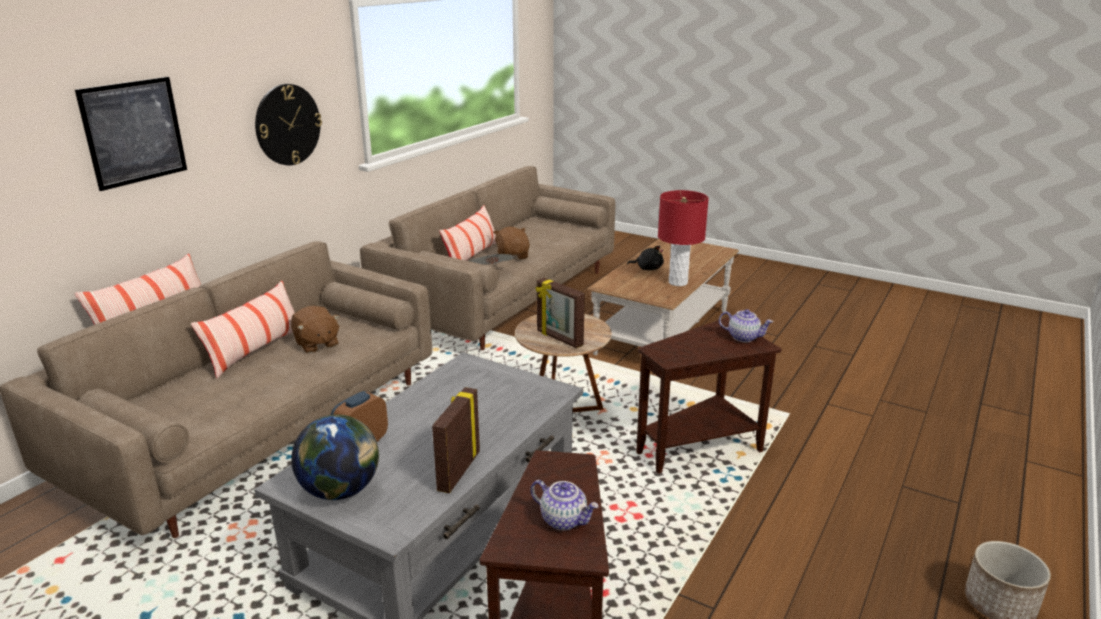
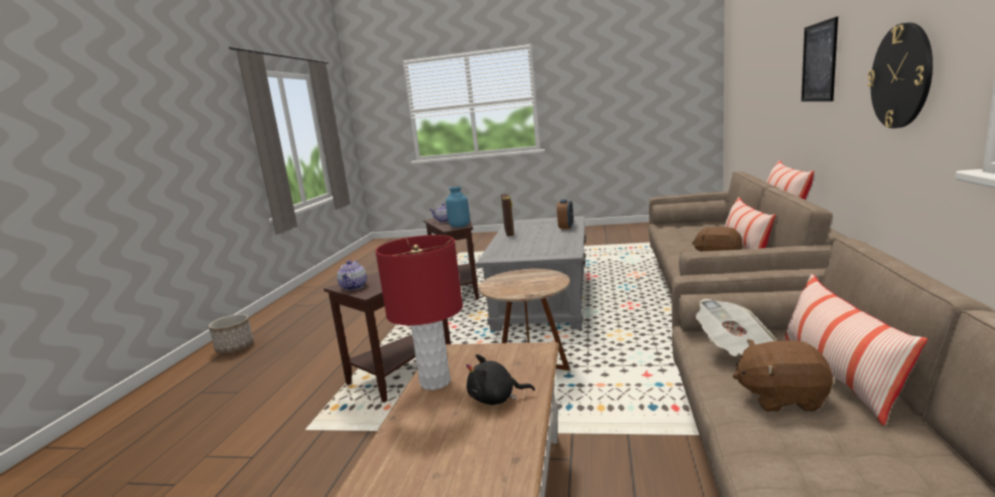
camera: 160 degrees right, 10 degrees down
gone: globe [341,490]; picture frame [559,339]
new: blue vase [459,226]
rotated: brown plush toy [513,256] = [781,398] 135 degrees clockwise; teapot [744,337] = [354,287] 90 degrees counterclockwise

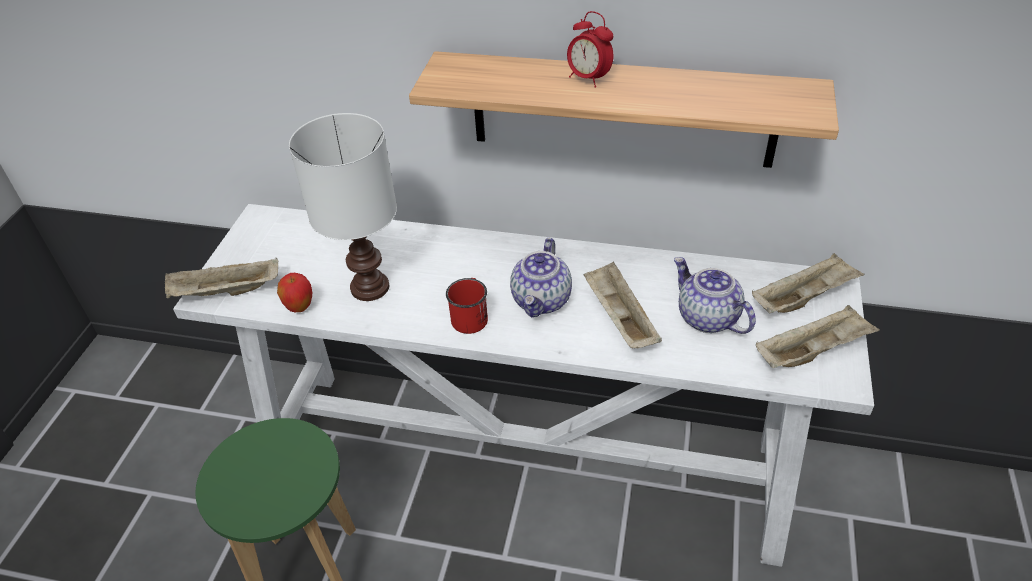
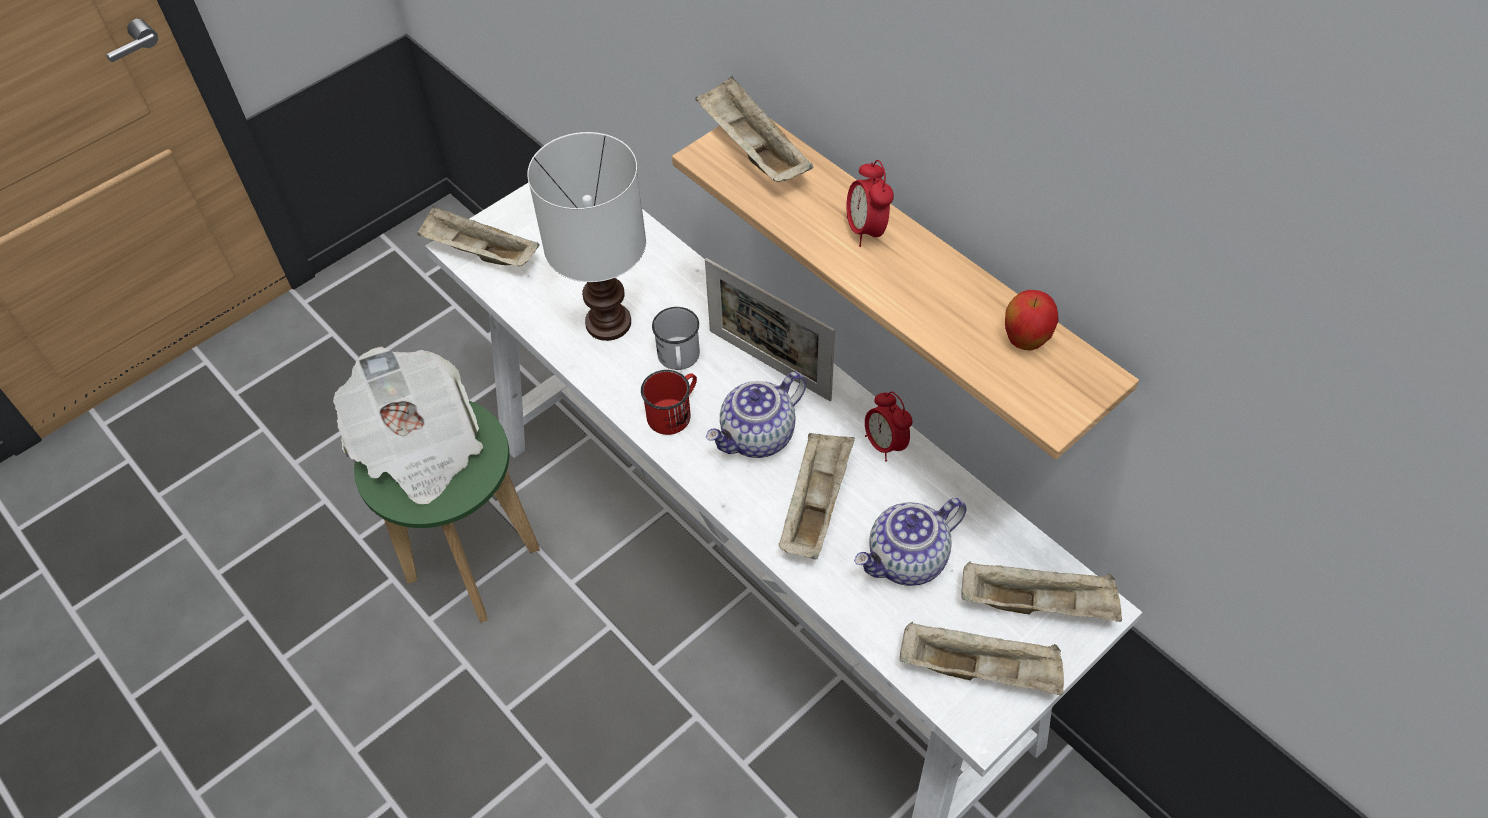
camera: 35 degrees right, 10 degrees up
new: newspaper [417,446]; white mug [679,360]; beige tray [751,150]; picture frame [769,365]; alarm clock [885,444]
shifted: apple [300,308] to [1025,342]
rotated: teapot [706,318] = [907,560] 120 degrees counterclockwise

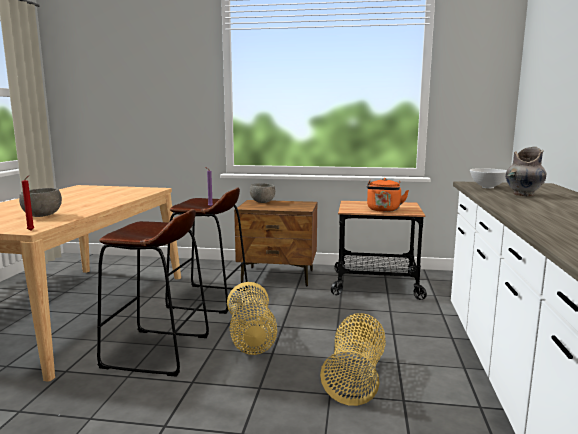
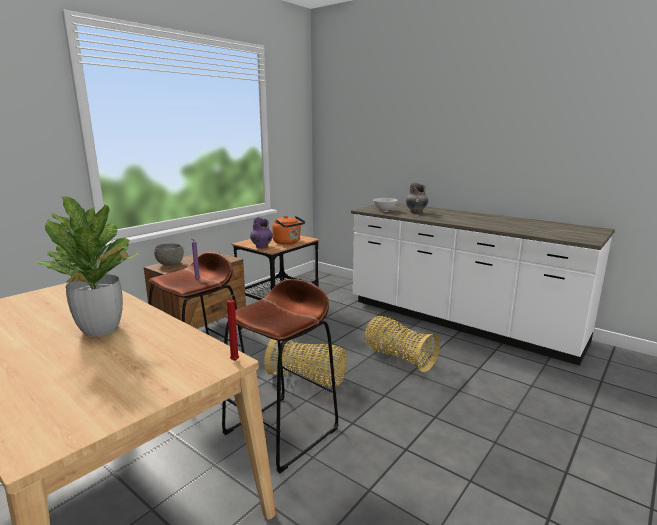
camera: 60 degrees left, 5 degrees up
gone: grey bowl [42,216]
new: potted plant [101,329]; purple vase [262,247]

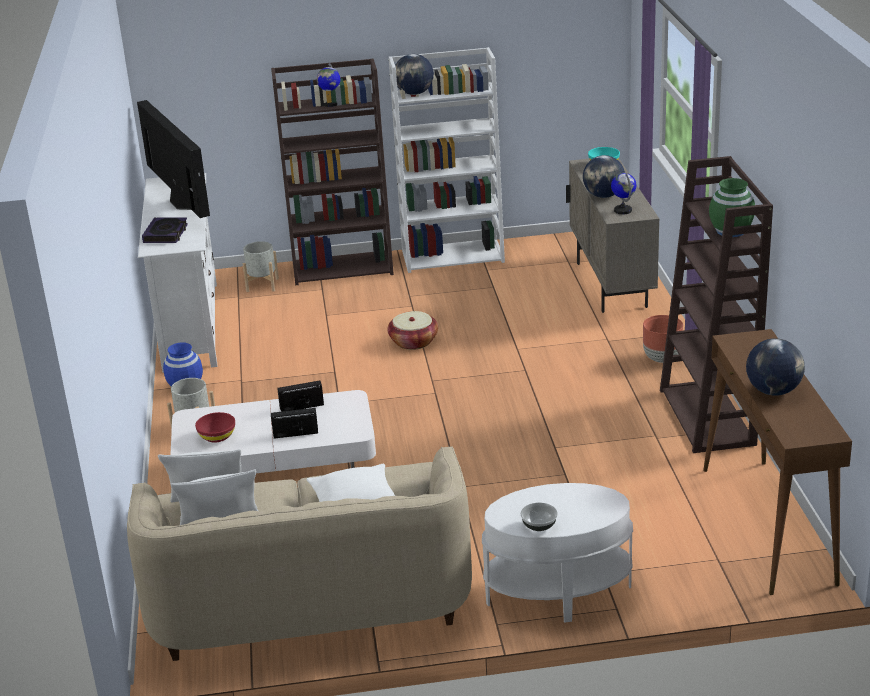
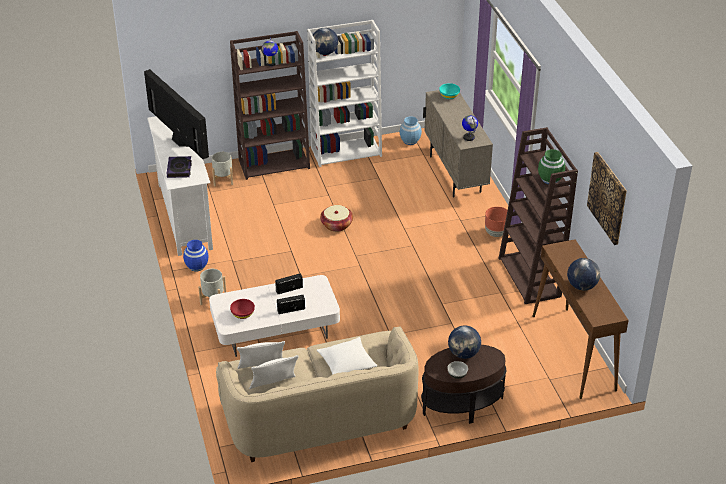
camera: 10 degrees left, 10 degrees up
new: blue vase [410,141]; picture [607,198]
shifted: globe [604,196] to [464,354]
repainted: white side table [558,593] to brown side table [462,404]

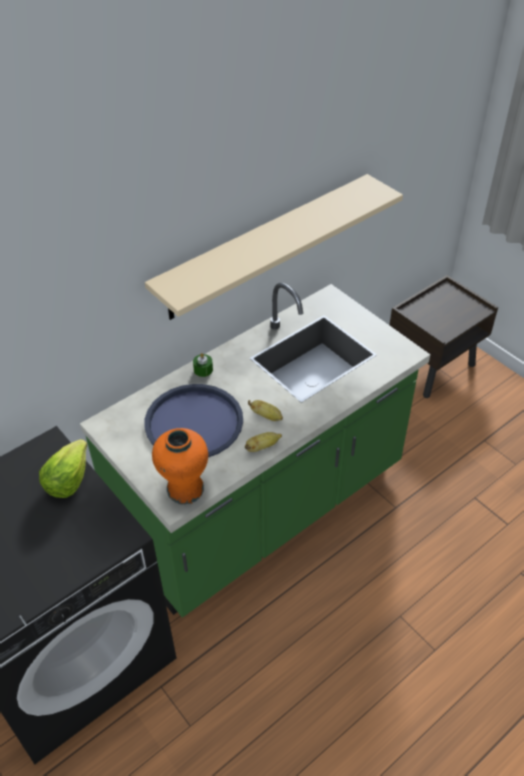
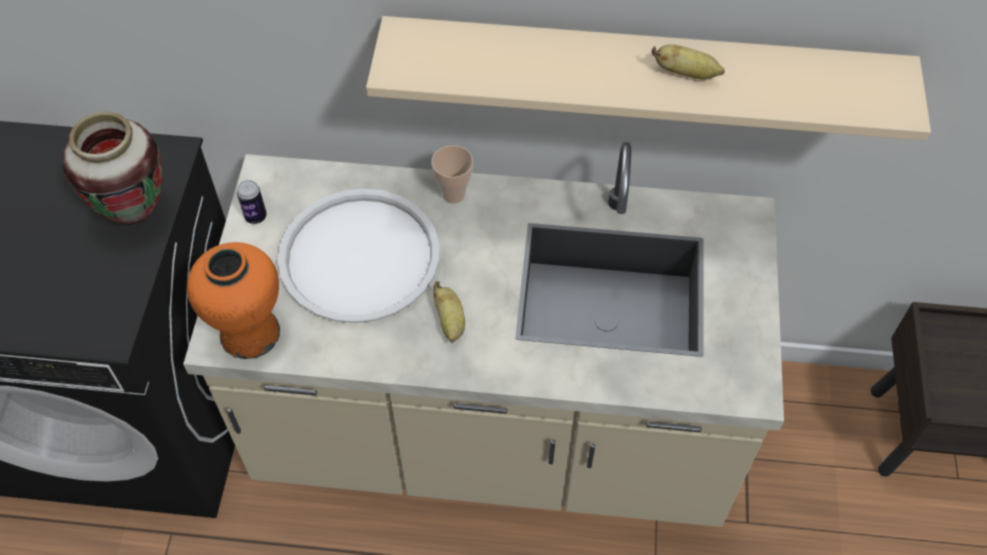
camera: 45 degrees right, 10 degrees up
new: can [256,217]
shifted: banana [262,447] to [686,73]
swapped: lettuce [67,479] to vase [136,213]; green candle [203,369] to cup [454,194]
repainted: green counter [263,508] to beige counter [493,432]; blue tray [194,422] to white tray [360,257]

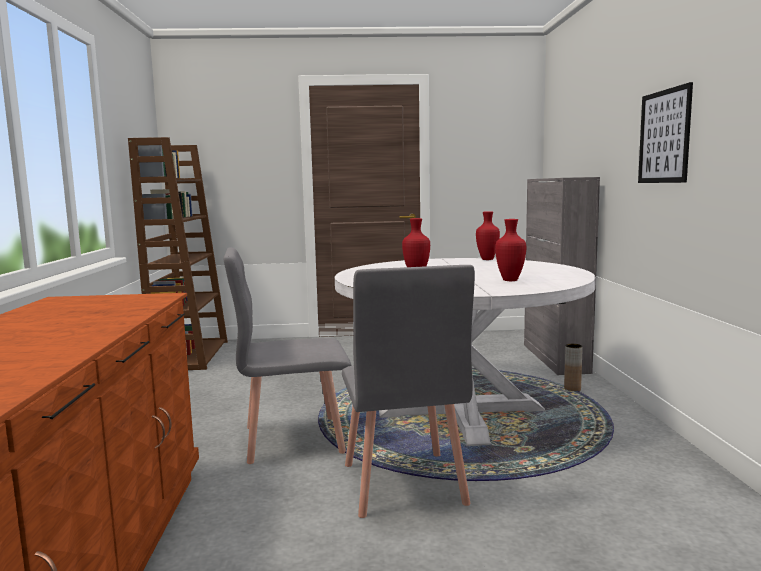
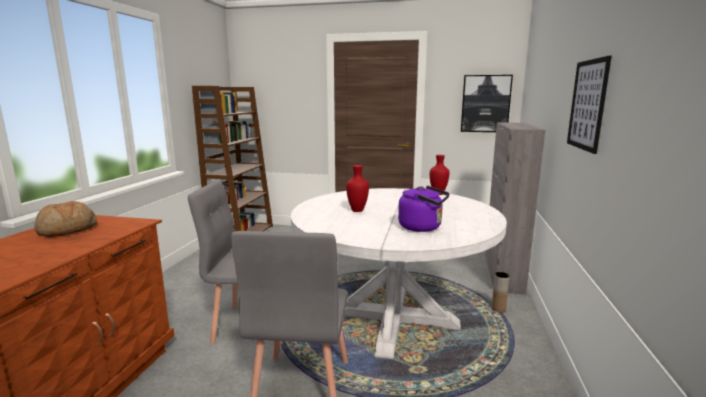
camera: 15 degrees right, 5 degrees up
new: bread [67,230]; picture [485,103]
swapped: red vase [511,280] to purple kettle [423,227]

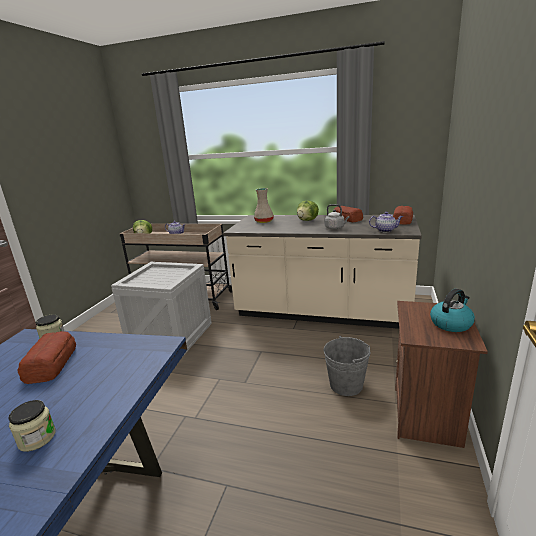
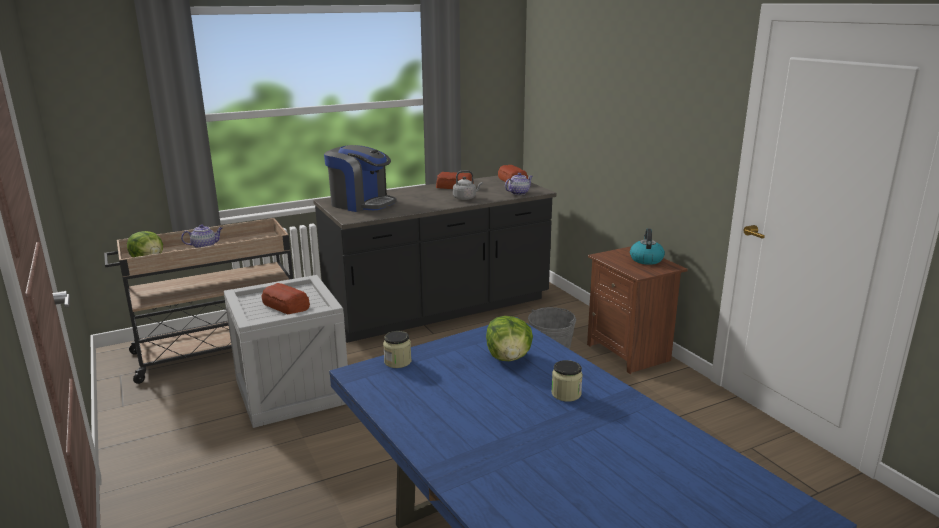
camera: 45 degrees left, 0 degrees up
shifted: bread [50,364] to [286,306]; lettuce [307,220] to [509,358]
swapped: beige vase [264,221] to coffee machine [361,203]
repainted: beige counter [322,312] to black counter [439,309]

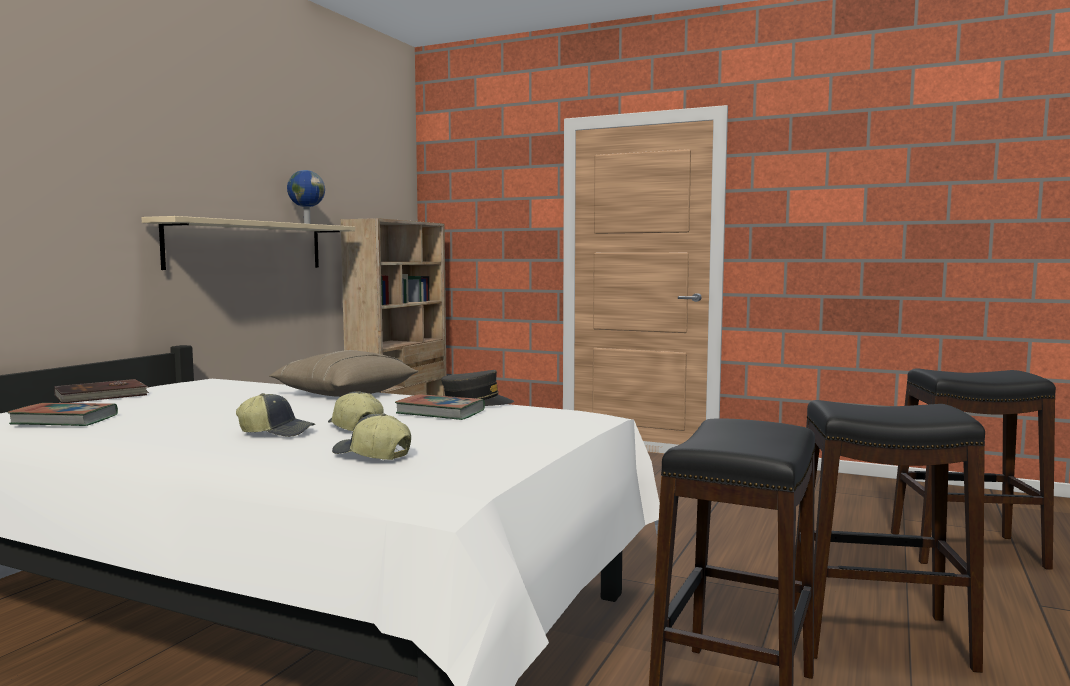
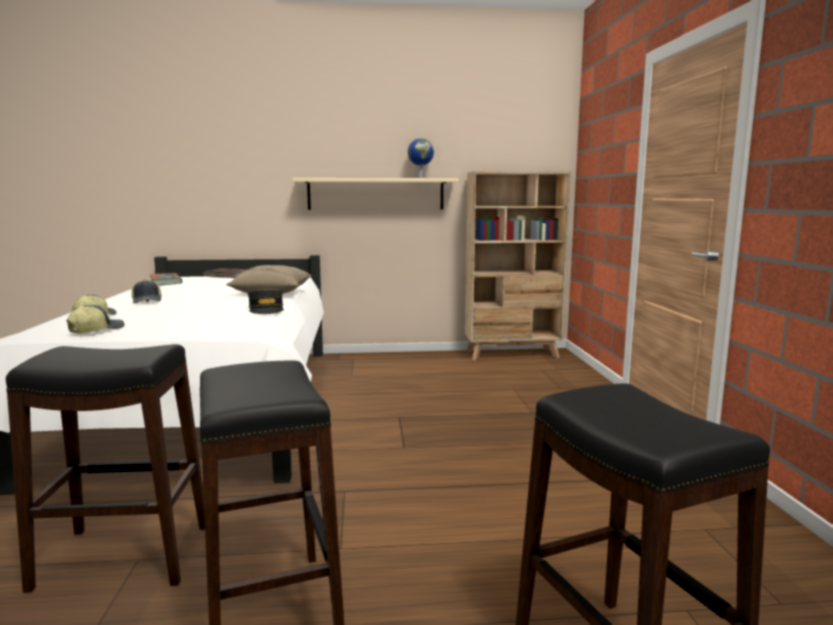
camera: 60 degrees right, 5 degrees up
gone: book [440,412]
shifted: cap [354,427] to [96,330]

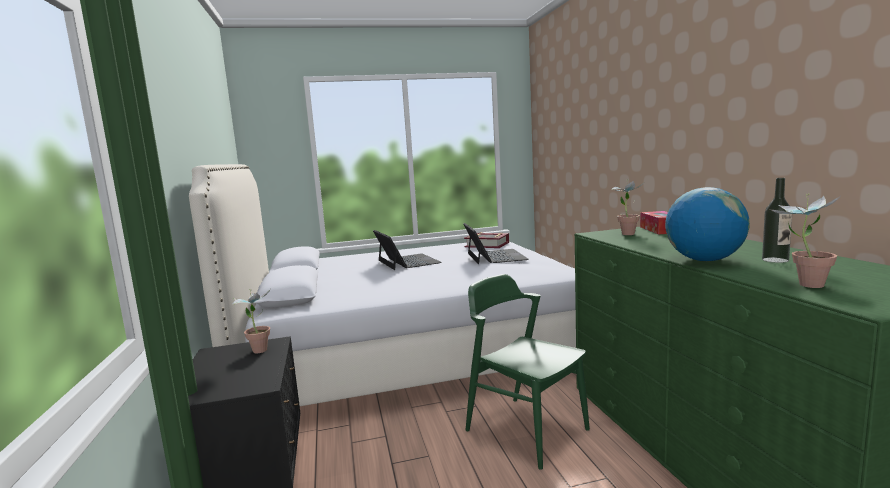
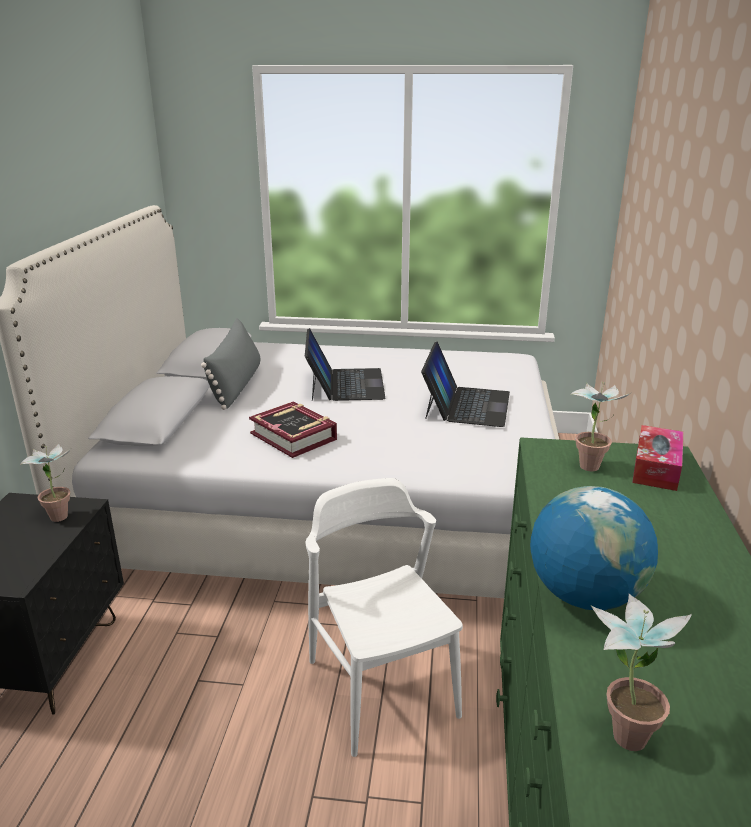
camera: 20 degrees right, 15 degrees up
gone: bottle [775,260]
new: grey pillow [236,385]
shifted: book [487,245] to [294,436]
repainted: green chair [526,429] to white chair [381,687]

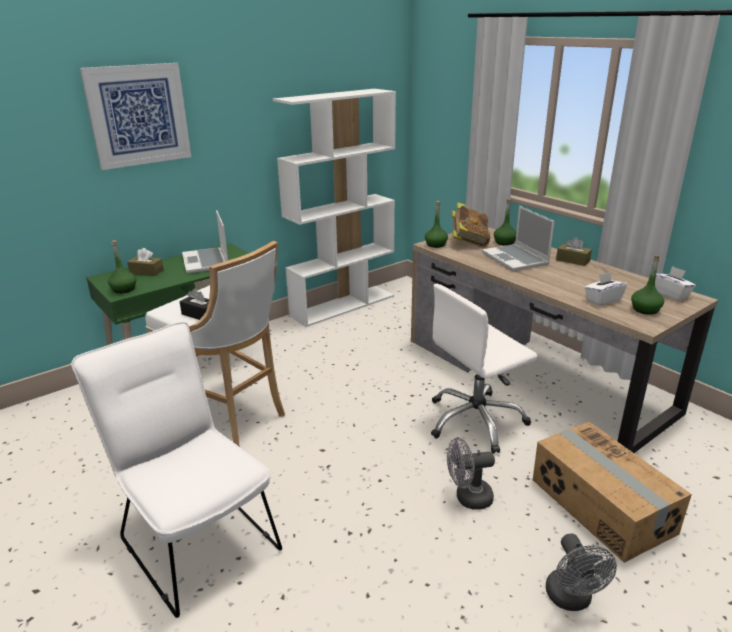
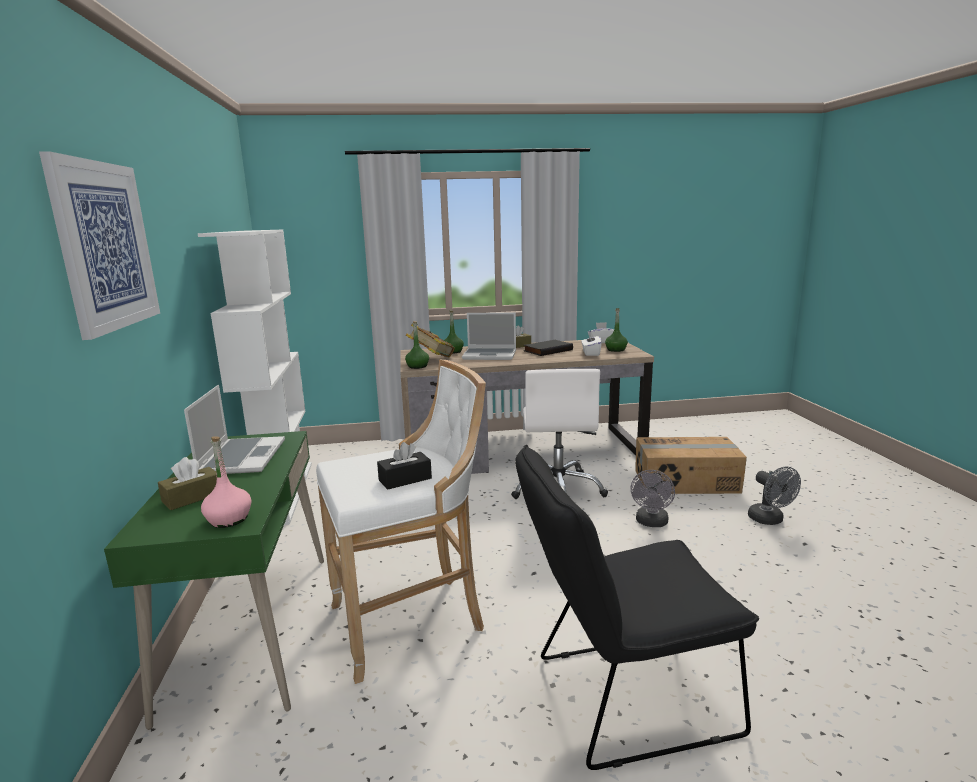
camera: 60 degrees left, 10 degrees down
new: black book [547,350]
repainted: white chair [195,537] to black chair [622,697]; green bottle [124,289] to pink bottle [229,519]
rotated: laptop [206,262] = [241,457] 105 degrees counterclockwise; grey fan [571,600] = [770,520] 45 degrees clockwise

